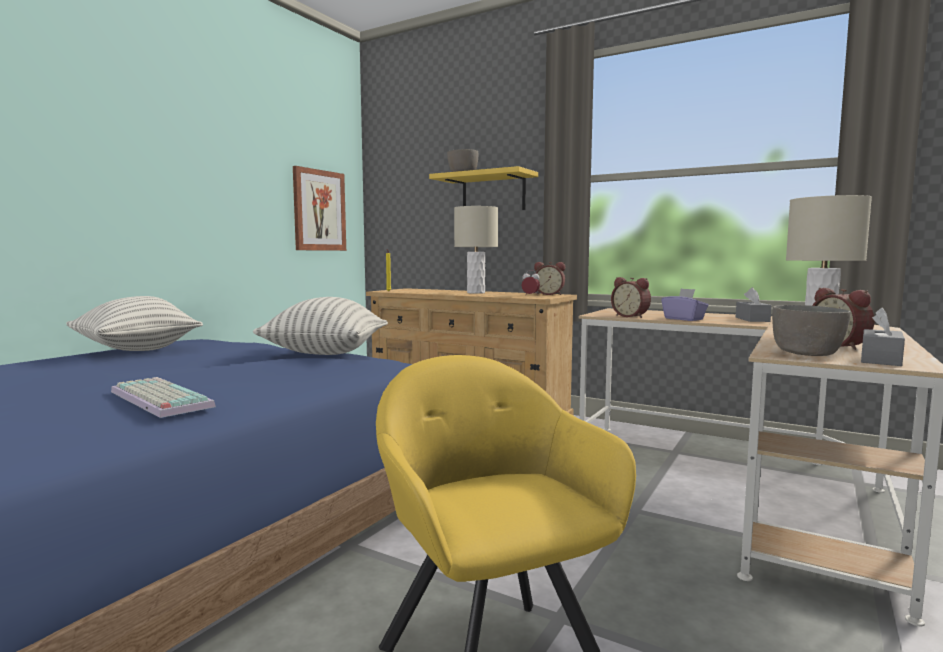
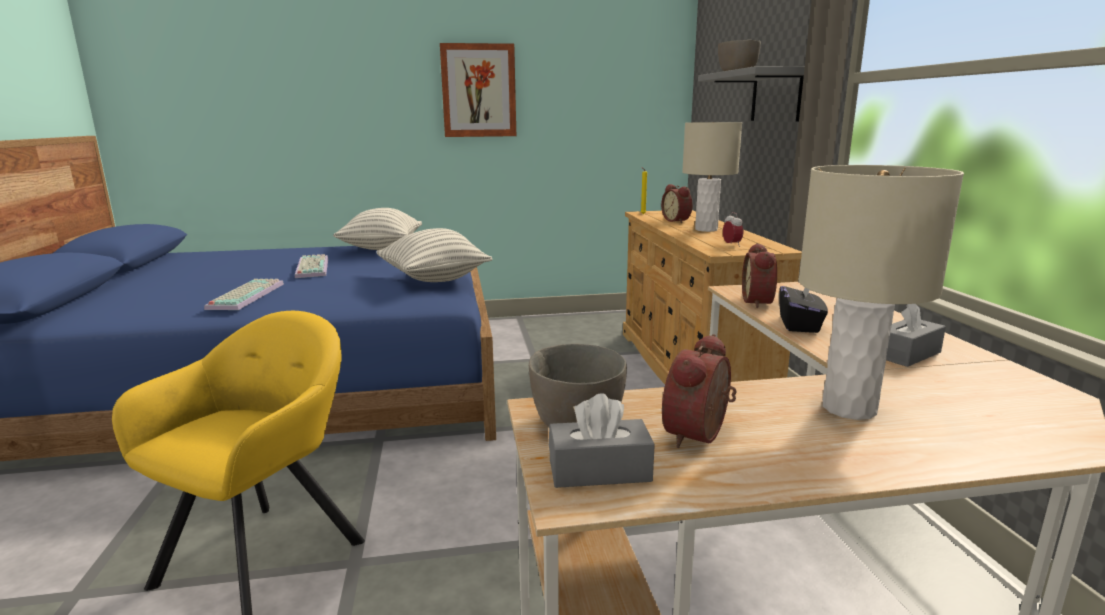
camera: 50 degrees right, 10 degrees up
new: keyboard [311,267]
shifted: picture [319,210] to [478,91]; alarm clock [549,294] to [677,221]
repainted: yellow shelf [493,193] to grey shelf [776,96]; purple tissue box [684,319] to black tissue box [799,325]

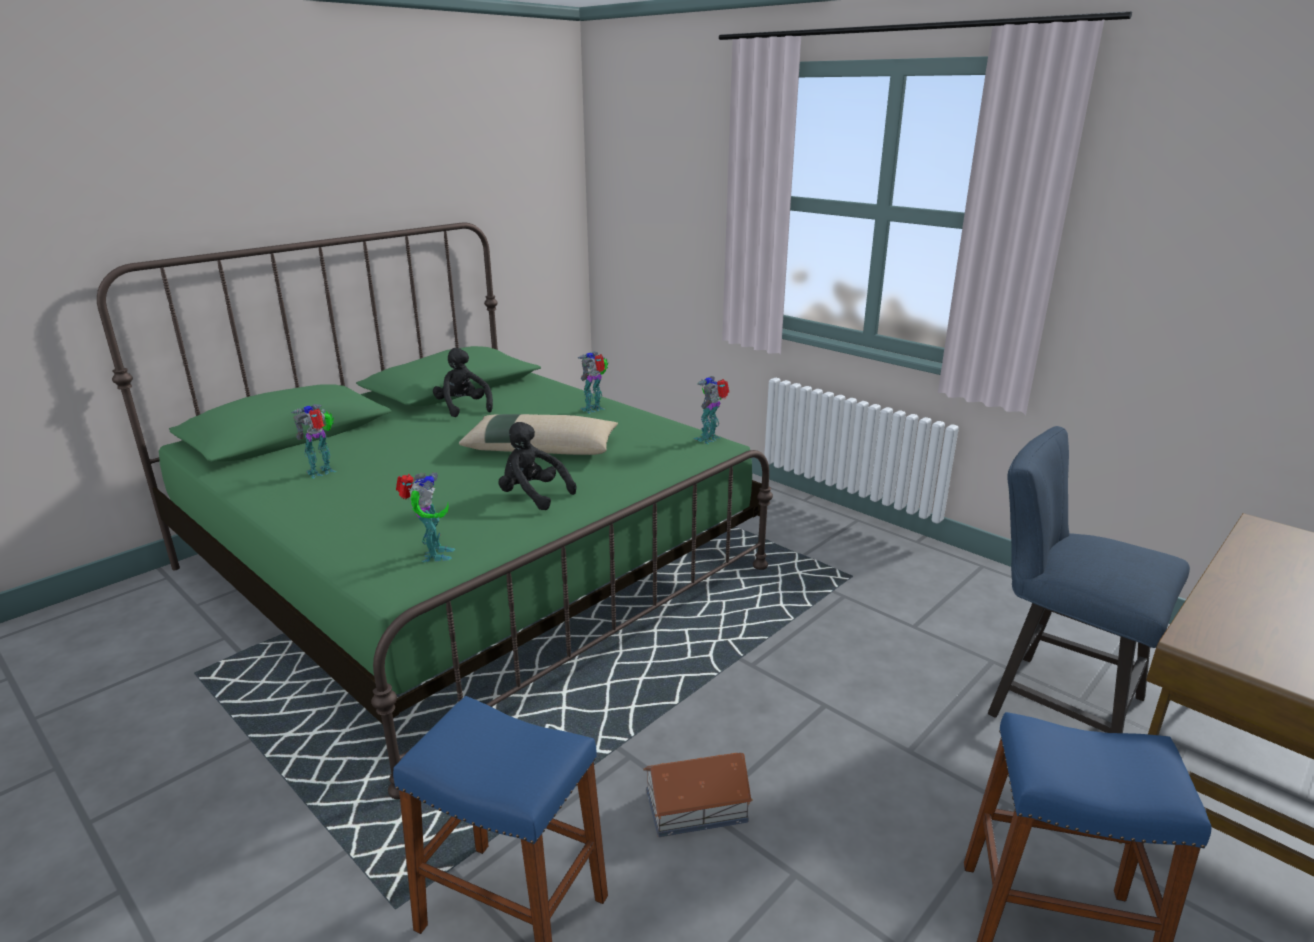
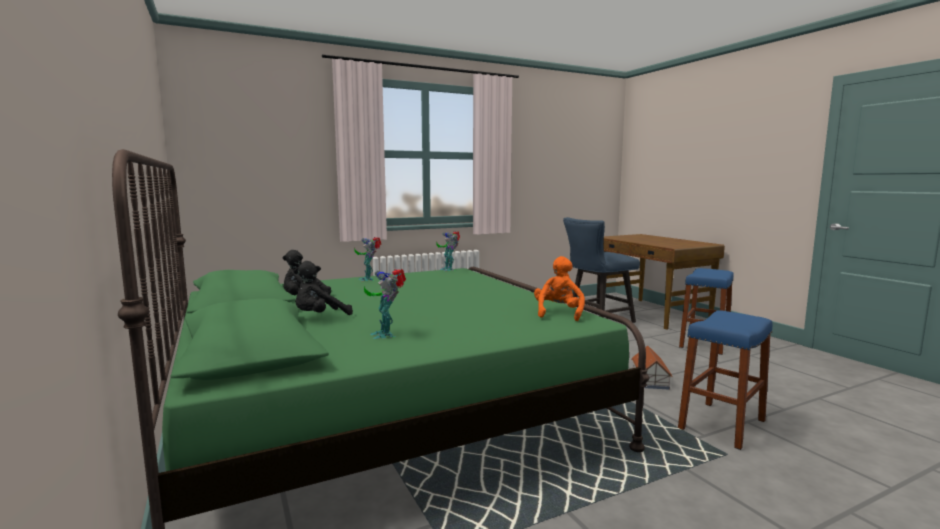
camera: 70 degrees left, 15 degrees down
gone: beige pillow [541,447]
shifted: black plush toy [533,496] to [320,317]
swapped: toy robot [433,555] to orange plush toy [558,313]

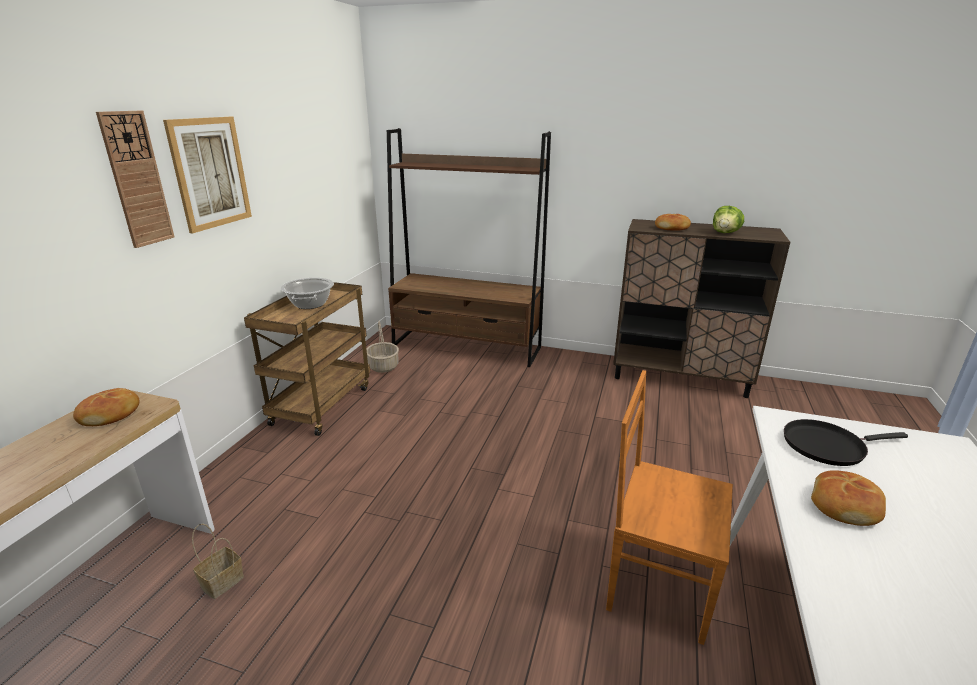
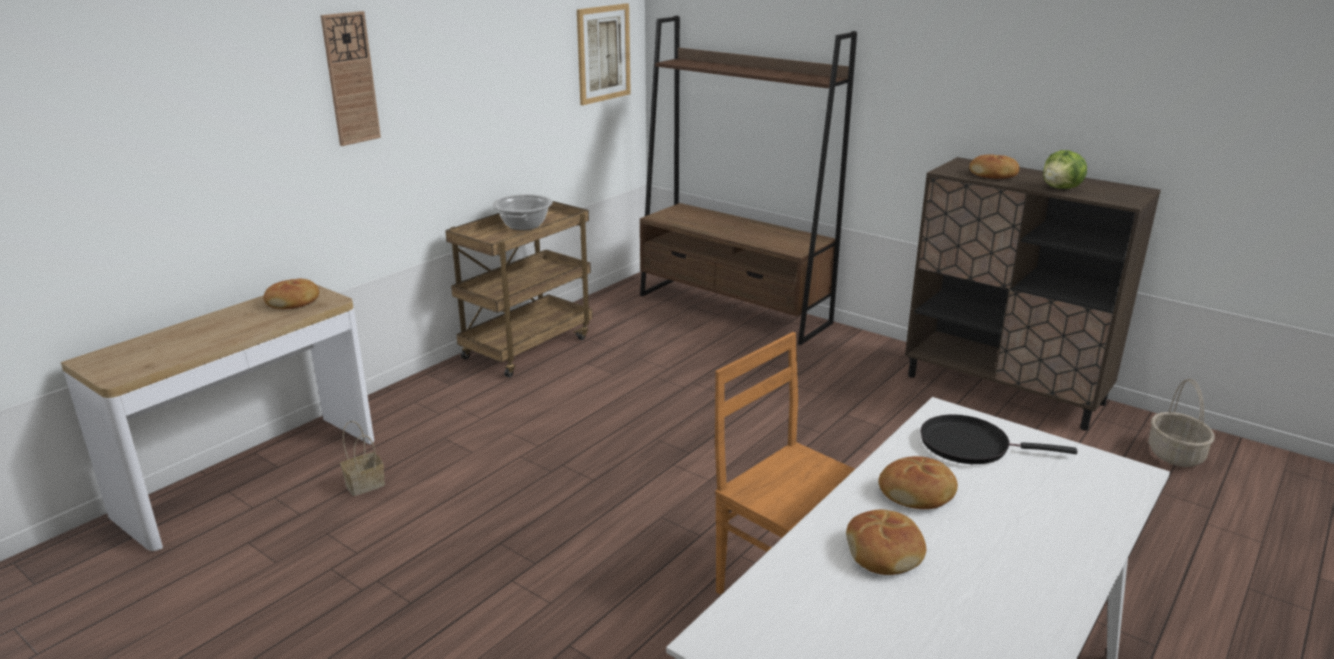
camera: 20 degrees right, 0 degrees up
new: bread [884,552]
shifted: picture [210,173] to [603,53]; basket [384,366] to [1175,455]

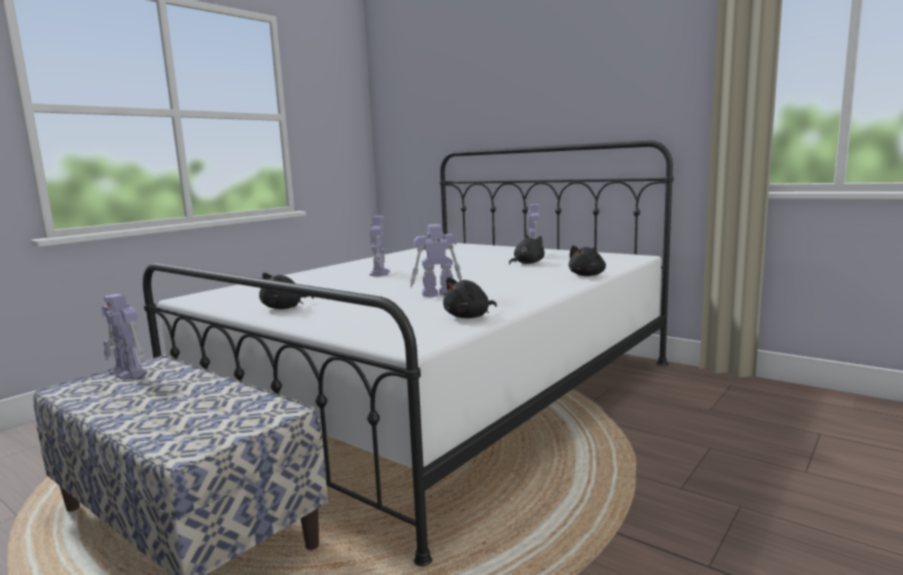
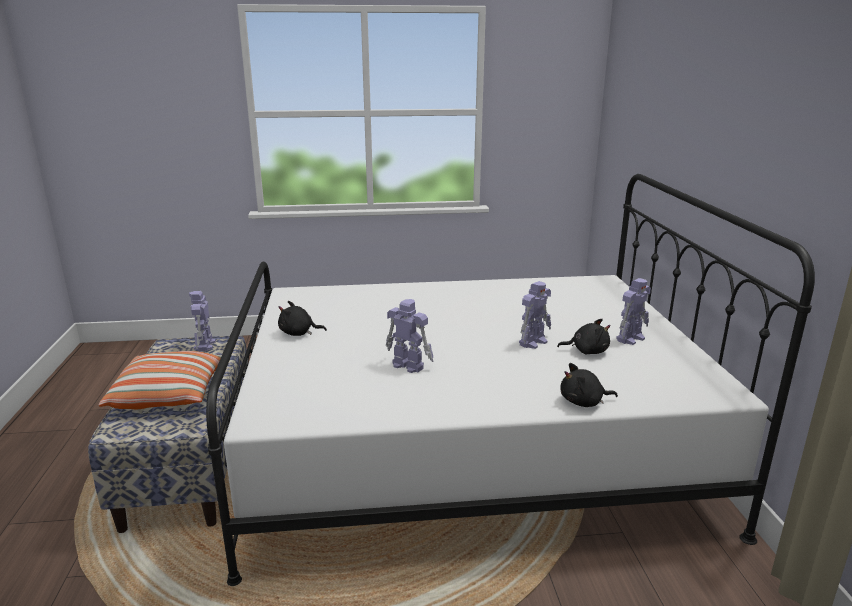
camera: 45 degrees right, 10 degrees up
gone: black plush toy [469,317]
new: pillow [169,395]
shifted: toy robot [380,273] to [533,342]

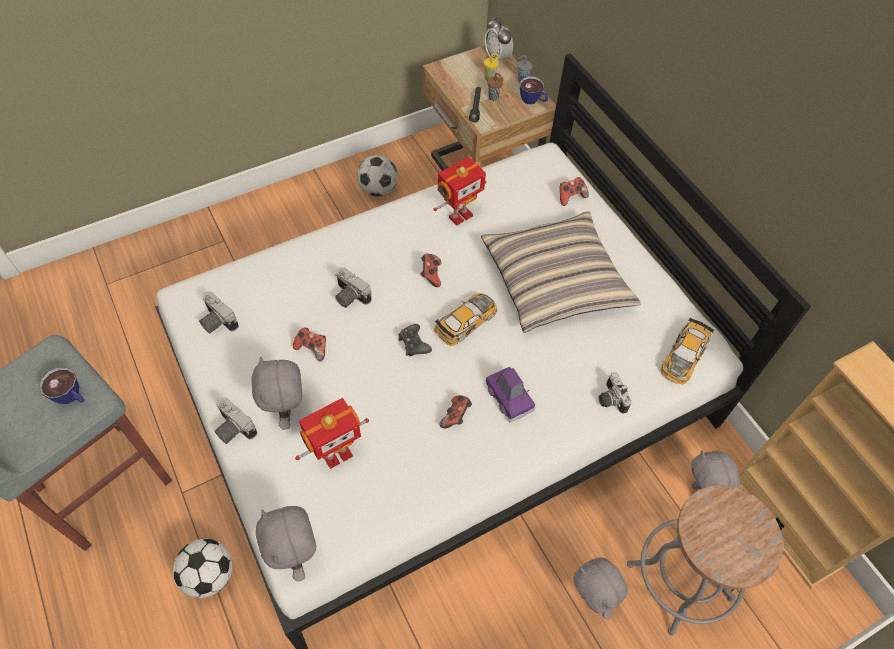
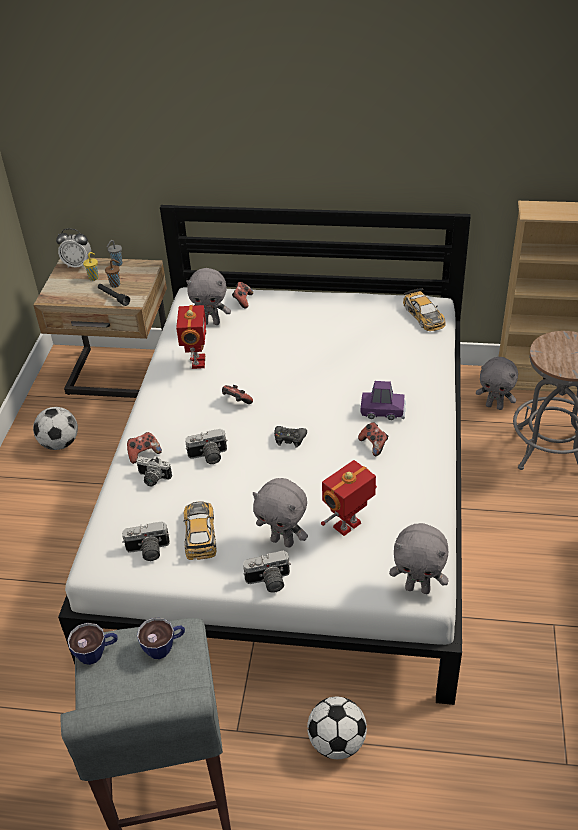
camera: 50 degrees left, 15 degrees down
gone: pillow [555,281]
shifted: game controller [312,348] to [144,454]; toy car [466,321] to [200,533]; cup [533,101] to [97,652]; grey plush toy [590,598] to [211,323]; photo camera [609,399] to [152,479]
rotated: toy robot [336,454] = [348,526] 135 degrees counterclockwise

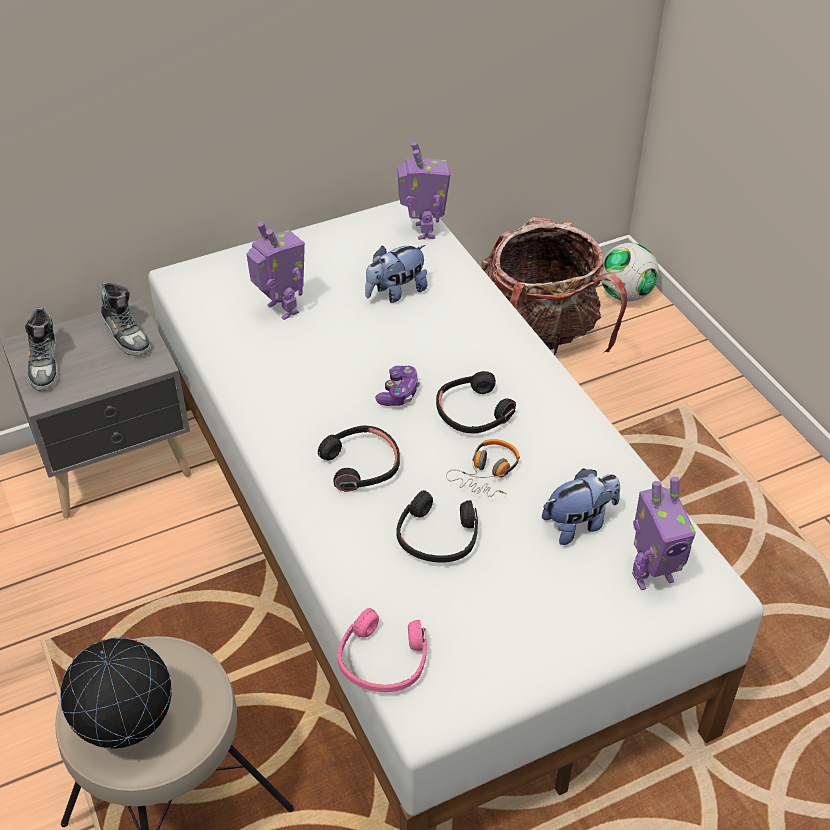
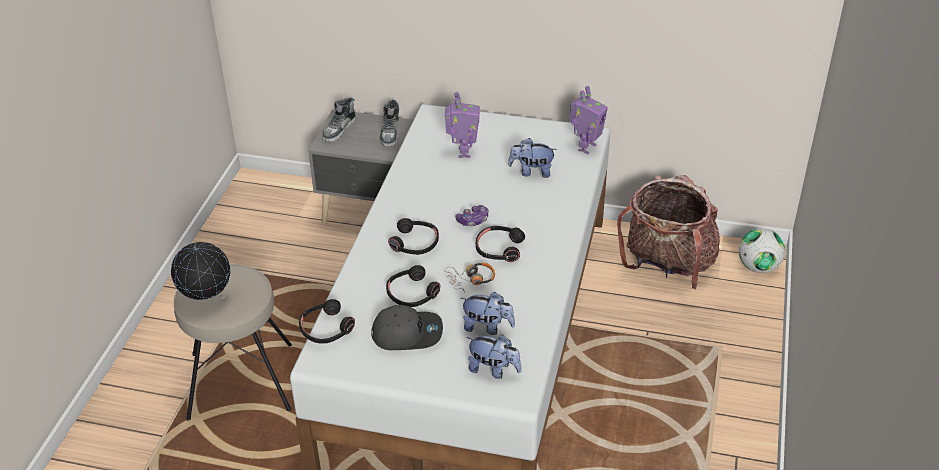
camera: 40 degrees right, 5 degrees down
new: grey cap [407,333]
swapped: toy robot [651,575] to plush toy [494,370]
repainted: pink headphones [383,660] to black headphones [326,329]

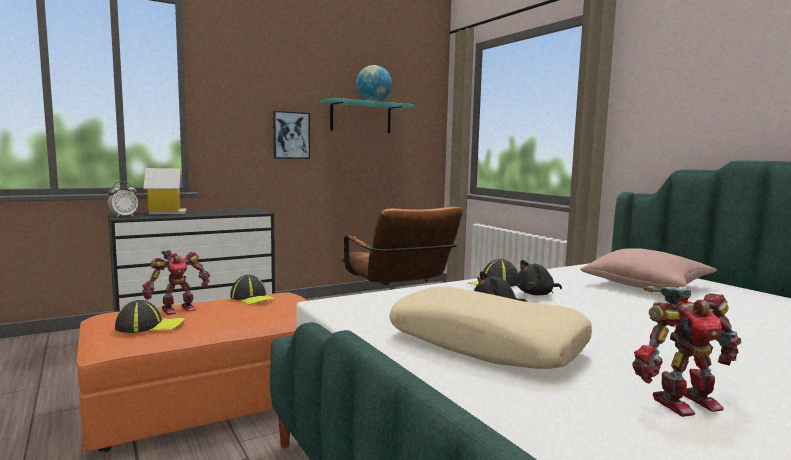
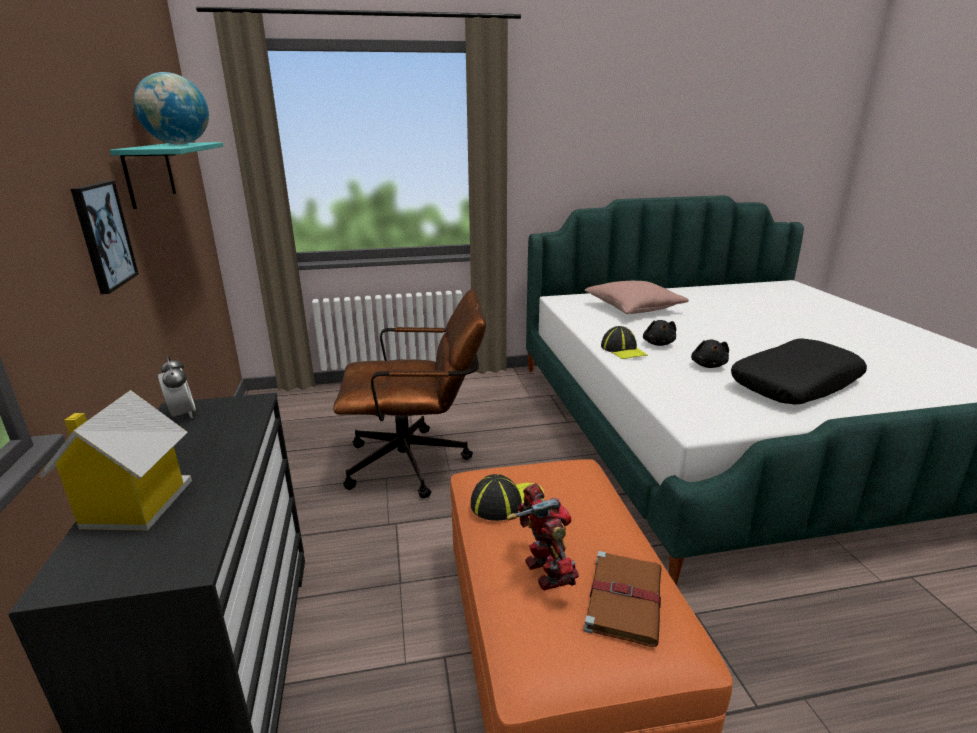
camera: 70 degrees left, 15 degrees up
gone: toy robot [682,401]
shifted: alarm clock [123,216] to [182,414]
swapped: cap [150,326] to brown book [624,598]
repainted: beige pillow [486,344] to black pillow [794,384]

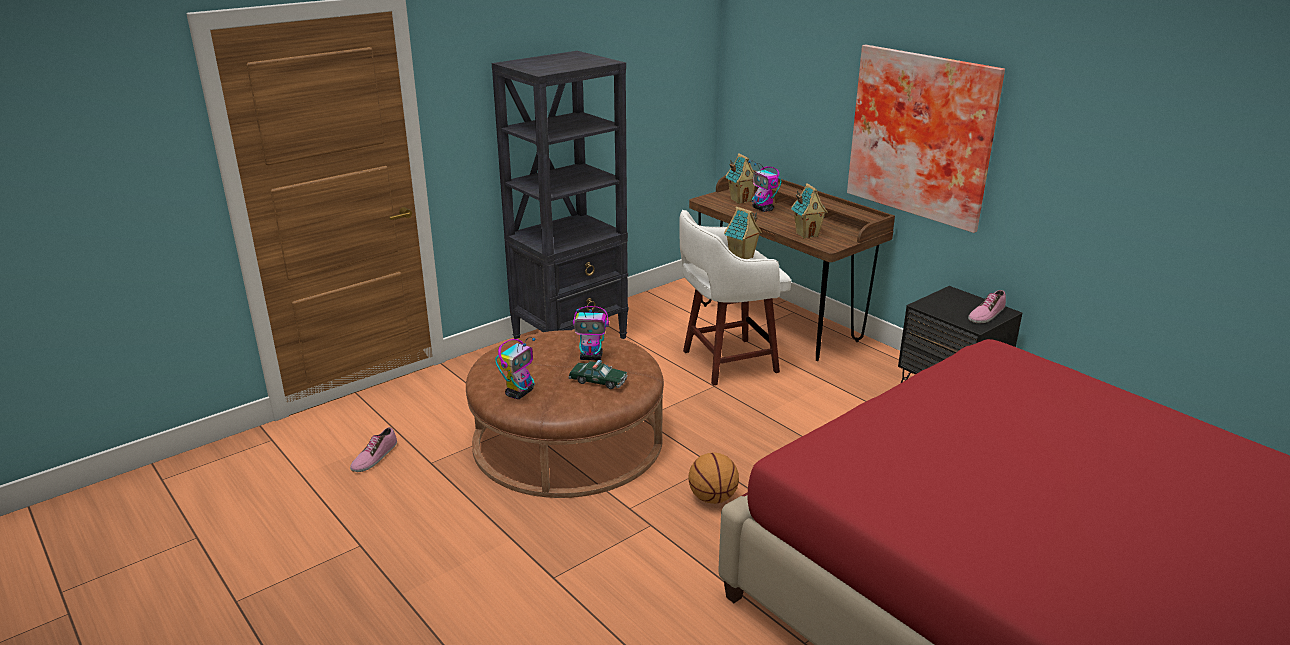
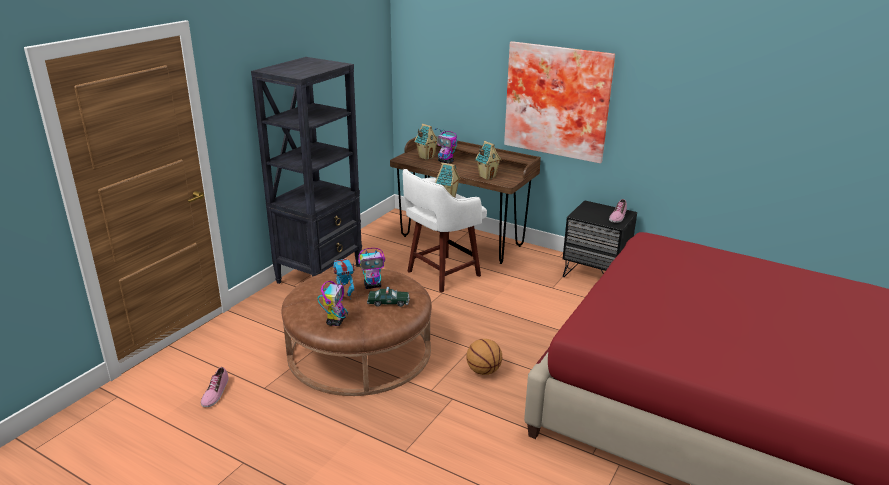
camera: 20 degrees left, 0 degrees up
new: toy robot [345,297]

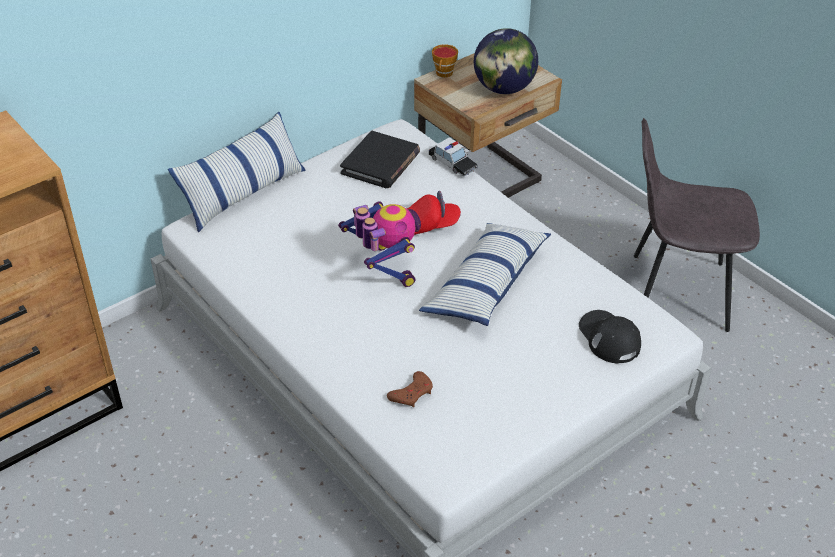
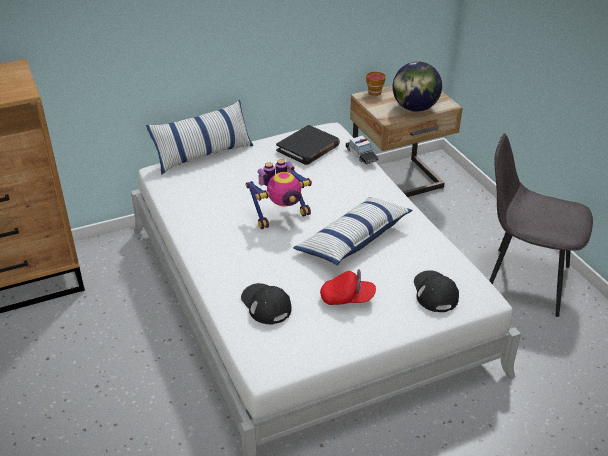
camera: 15 degrees right, 5 degrees down
shifted: red cap [429,225] to [347,298]
swapped: brown game controller [412,393] to black cap [266,304]
rotated: toy robot [384,268] = [281,216] 75 degrees clockwise

